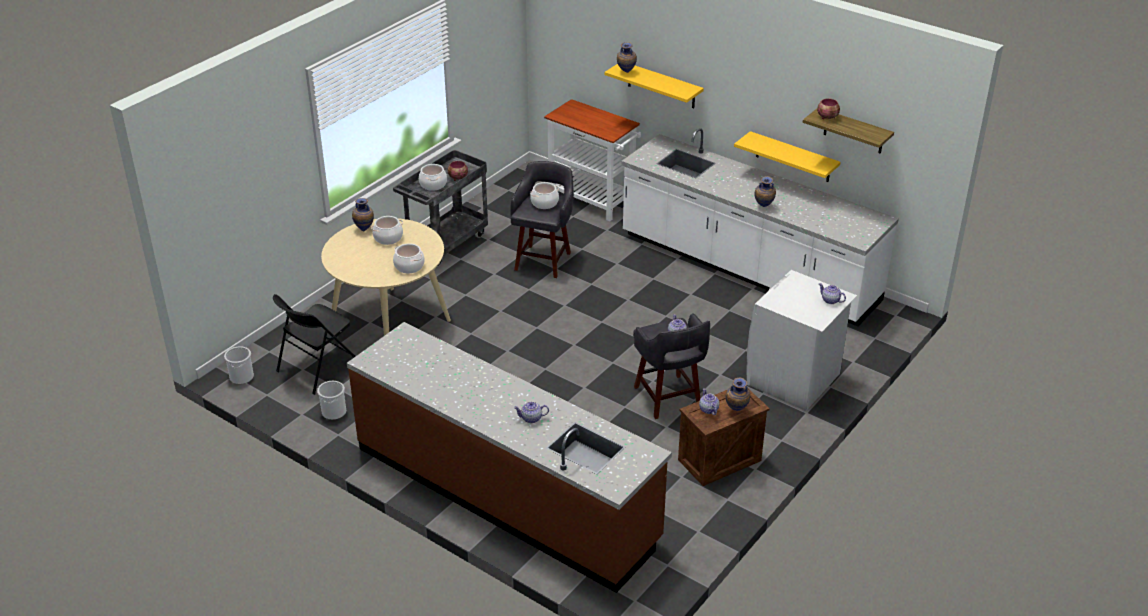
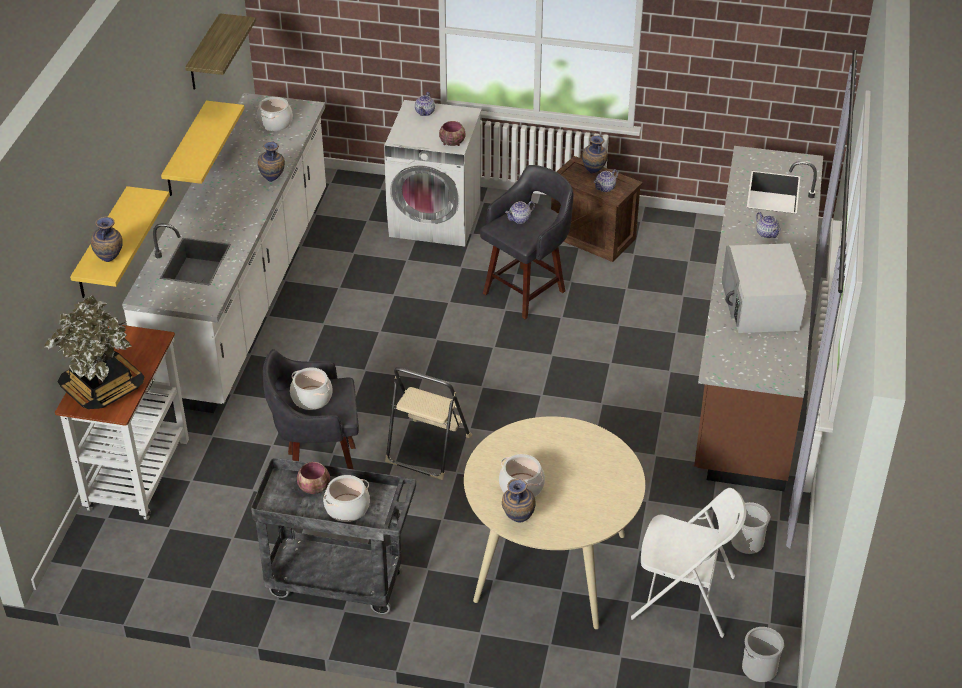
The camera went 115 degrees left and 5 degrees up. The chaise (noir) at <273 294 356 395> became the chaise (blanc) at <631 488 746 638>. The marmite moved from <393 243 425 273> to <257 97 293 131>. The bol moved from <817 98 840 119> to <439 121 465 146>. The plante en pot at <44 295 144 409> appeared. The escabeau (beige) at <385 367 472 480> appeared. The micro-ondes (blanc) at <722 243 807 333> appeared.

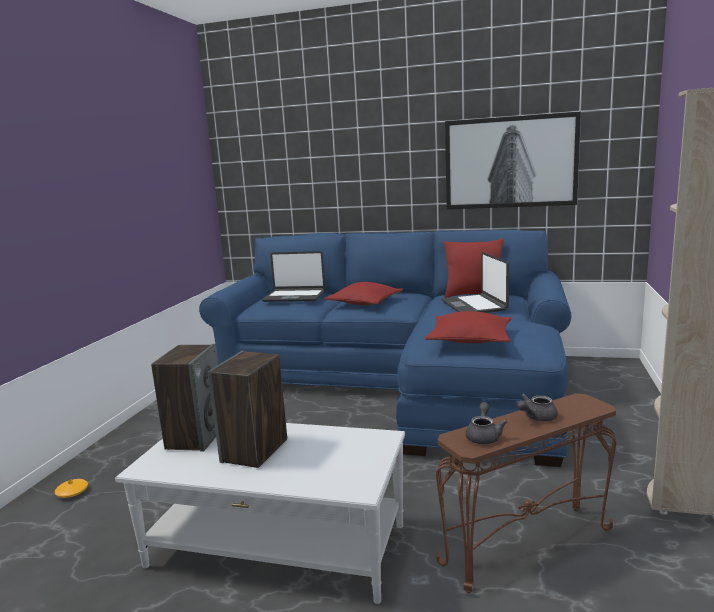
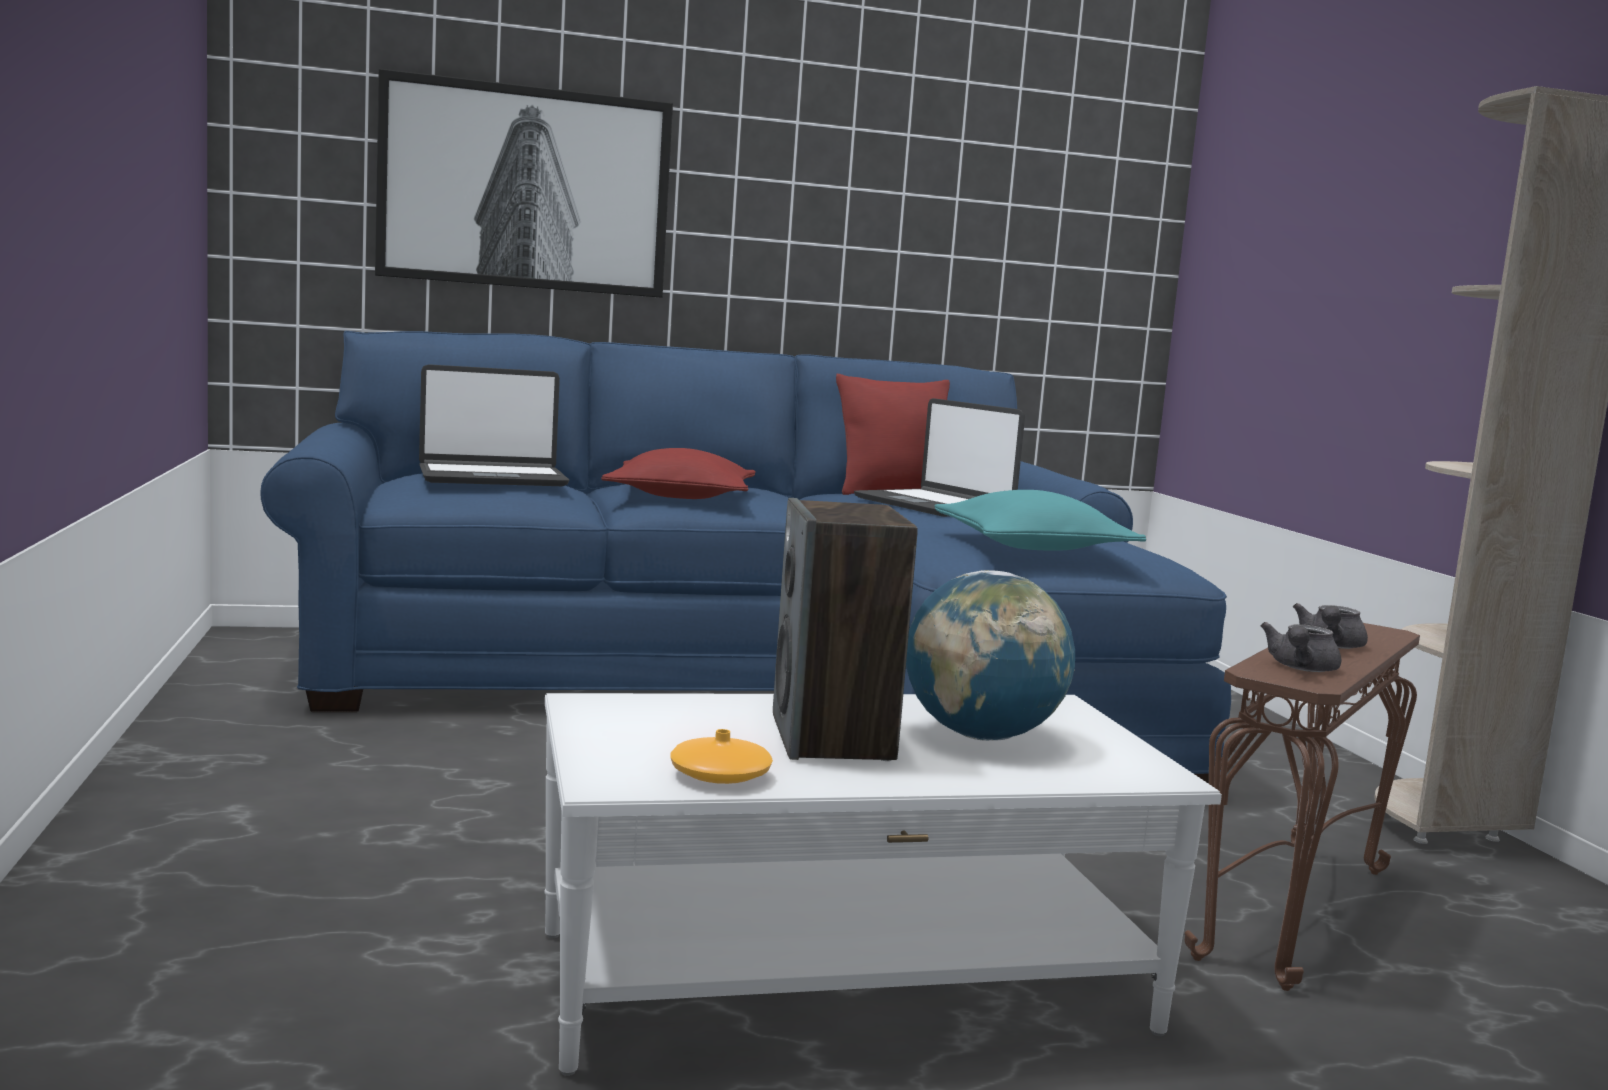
The camera went 30 degrees left and 5 degrees down. The vase (orange) moved from <55 479 88 498> to <670 729 773 784>. The enceinte at <151 344 219 452> disappeared. The coussin (rouge) at <425 311 512 343> became the coussin (turquoise) at <934 490 1146 551>. The tableau moved from <445 112 581 209> to <375 68 673 298>. The théière (gris) at <466 402 507 444> turned 135 degrees counterclockwise. The globe at <906 570 1075 741> appeared.

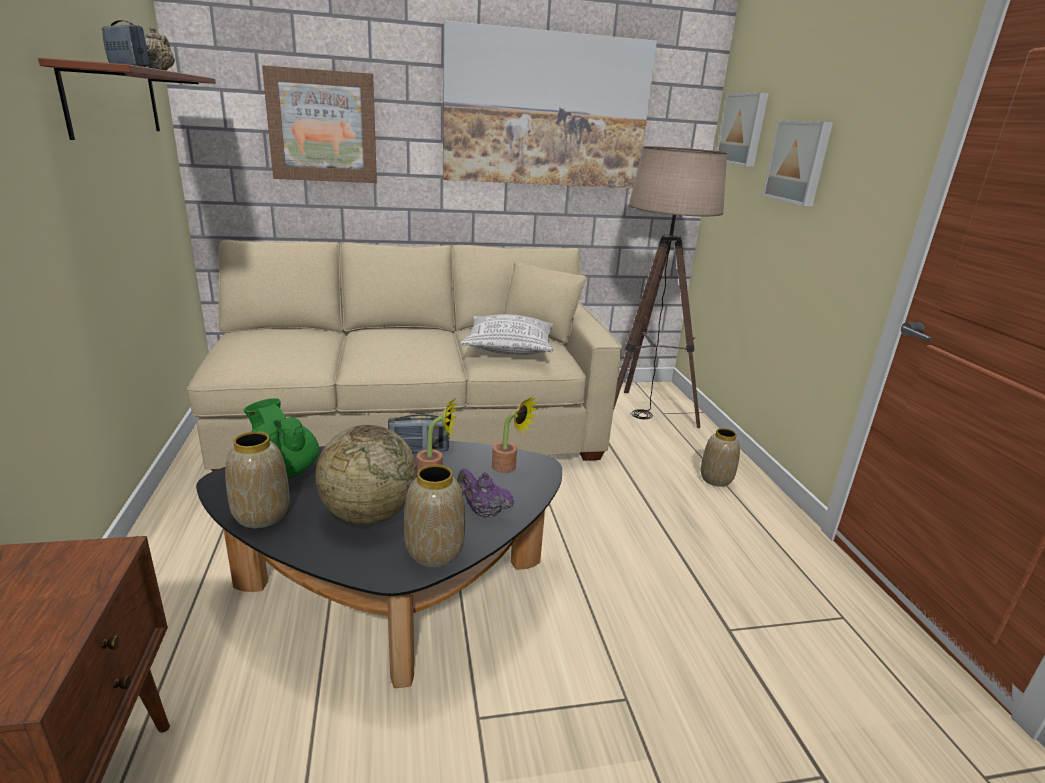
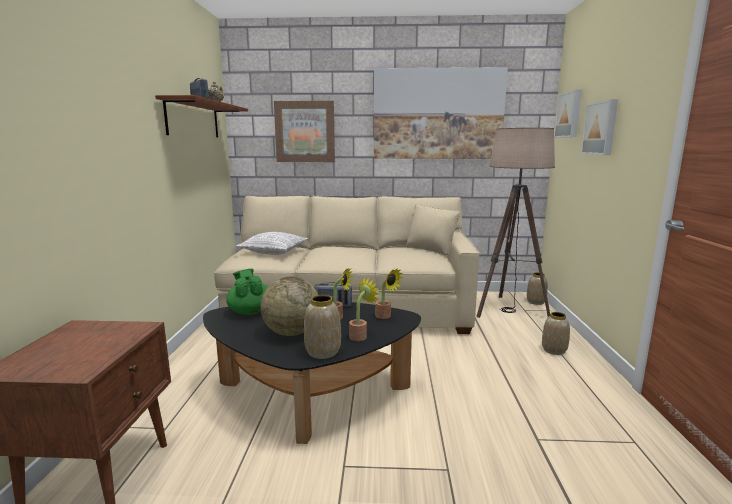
The camera went 15 degrees right and 10 degrees down. The vase moved from <225 431 290 528> to <527 272 548 305>. The théière (violet) at <457 469 514 518> was replaced by the plante en pot at <349 278 379 341>. The coussin moved from <460 314 553 355> to <235 232 309 255>.

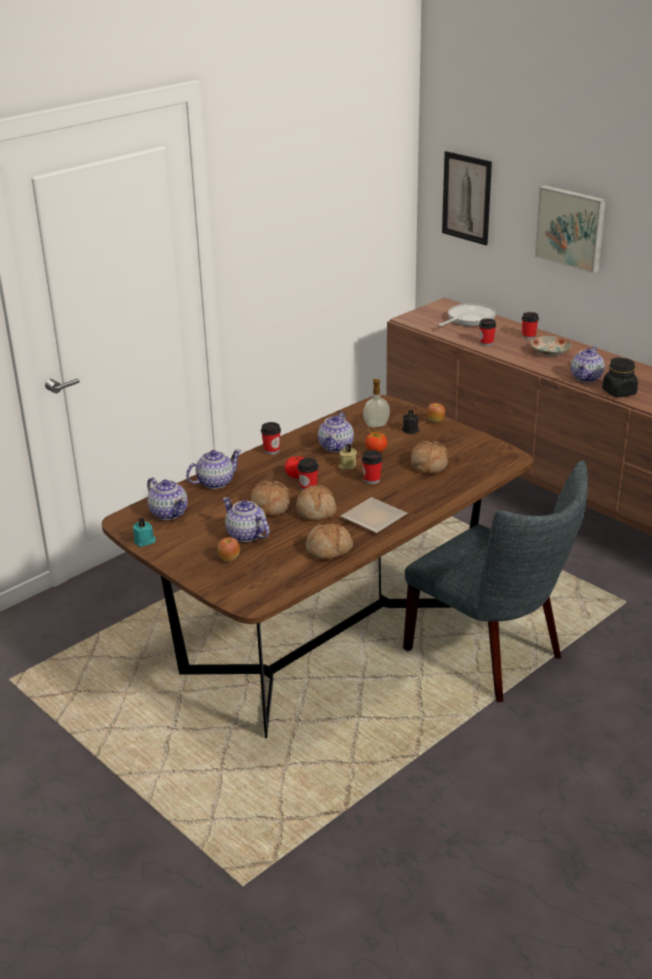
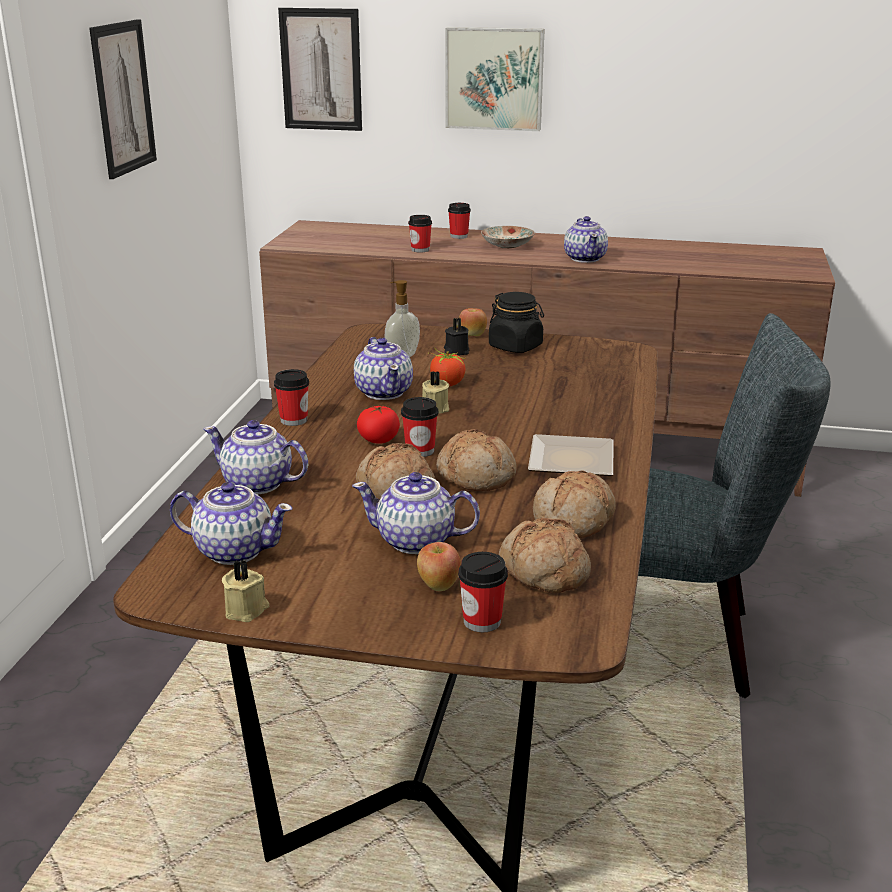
The camera went 35 degrees left and 5 degrees down. The bougie (turquoise) at <133 518 156 547> became the bougie (beige) at <222 560 269 622>. The théière at <186 449 241 489> turned 90 degrees counterclockwise. The tasse moved from <362 450 383 484> to <458 552 508 632>. The pain moved from <411 441 448 474> to <499 517 591 593>. The poêle at <438 303 496 326> disappeared. The bocal (noir) moved from <602 357 638 397> to <489 292 544 353>. The tableau at <89 19 157 179> appeared.

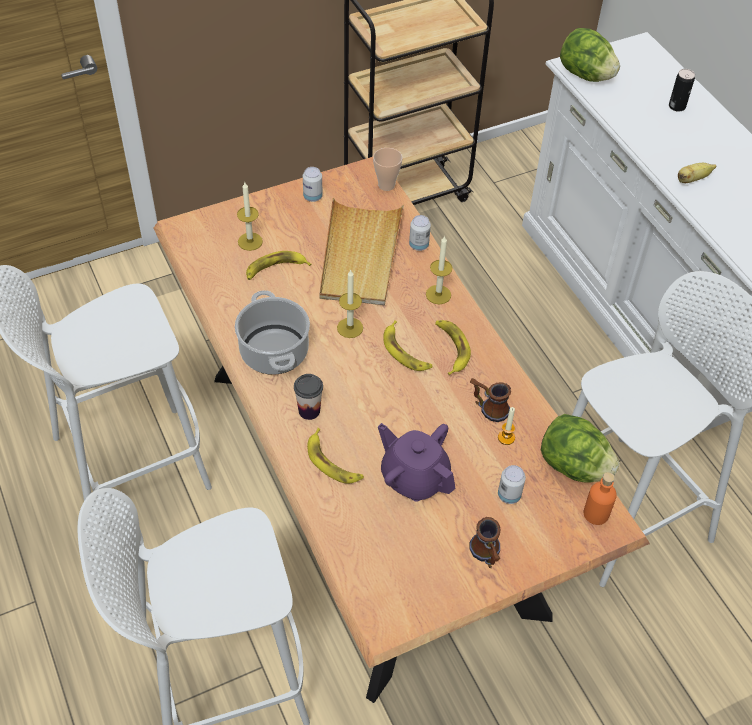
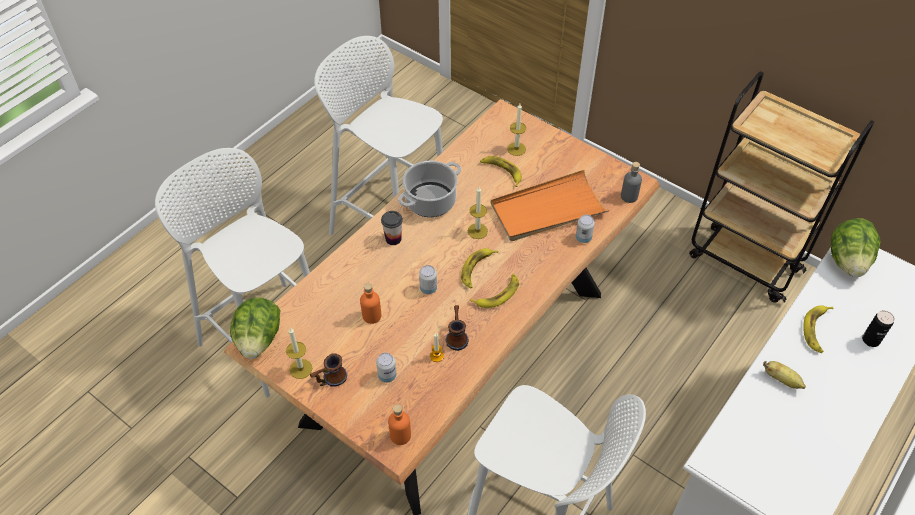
The camera went 65 degrees right and 0 degrees up. The boîte métallique moved from <303 167 323 202> to <419 265 437 294>. The banane moved from <307 428 364 483> to <803 305 834 353>. The plateau (beige) at <320 198 404 305> became the plateau (orange) at <490 170 610 241>. The tasse at <373 148 403 191> was replaced by the bouteille (gris) at <621 162 642 203>. The théière (violet) at <378 423 456 501> was replaced by the bouteille (orange) at <360 283 381 324>. The bougie moved from <426 236 452 304> to <286 328 312 379>. The laitue moved from <541 414 620 483> to <230 297 281 359>.

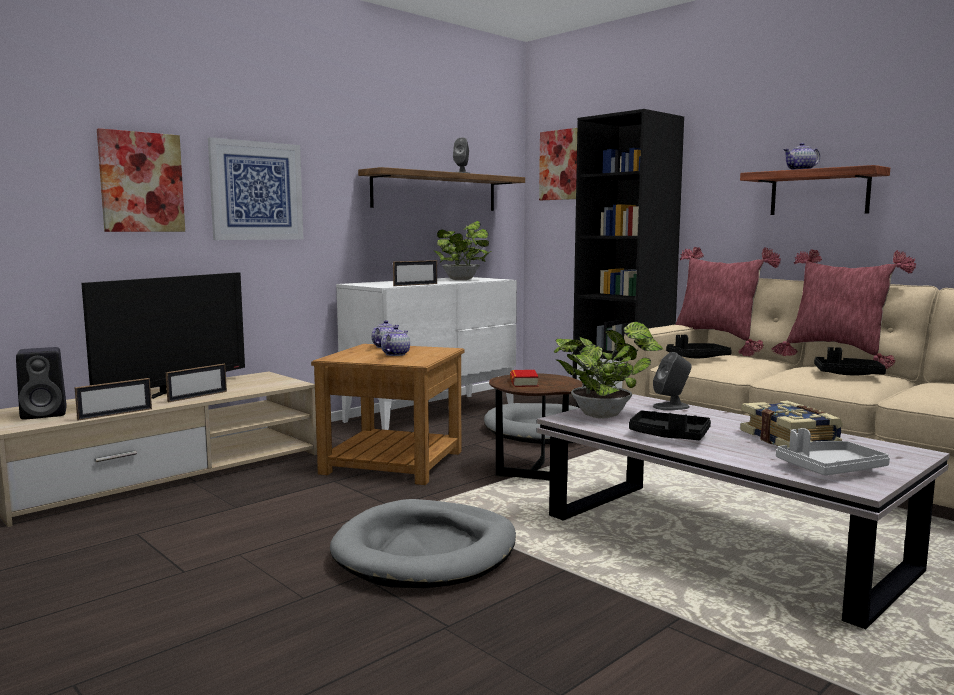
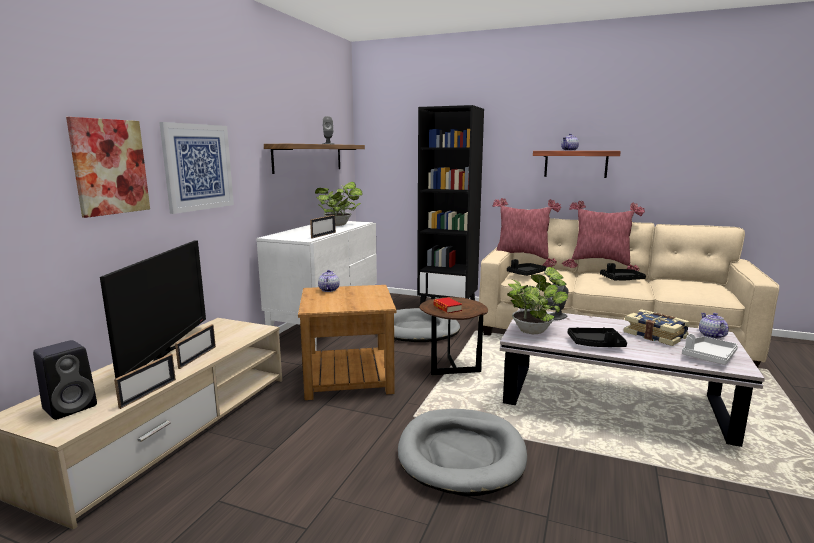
The camera went 25 degrees left and 5 degrees up. The théière moved from <381 326 410 356> to <699 313 729 339>. The tableau at <539 128 577 200> disappeared.

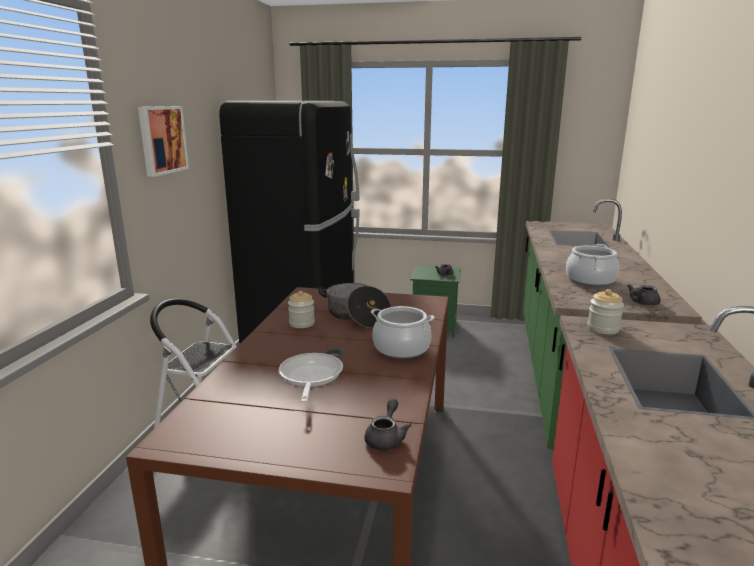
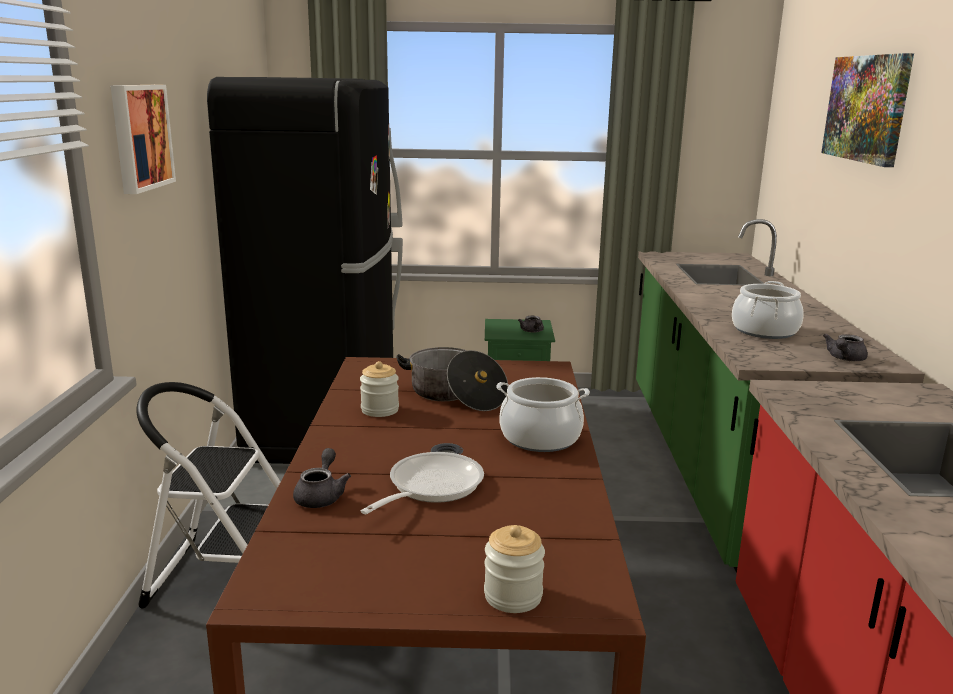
The camera went 10 degrees left and 0 degrees up. The poêle at <279 353 343 403> turned 45 degrees clockwise. The théière (gris) moved from <364 398 412 451> to <293 448 351 508>. The bocal moved from <587 289 624 334> to <484 525 545 613>. The tableau at <821 53 914 167> appeared.

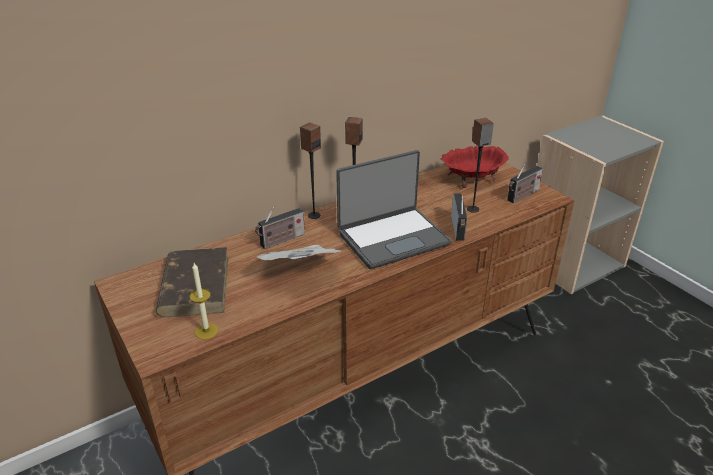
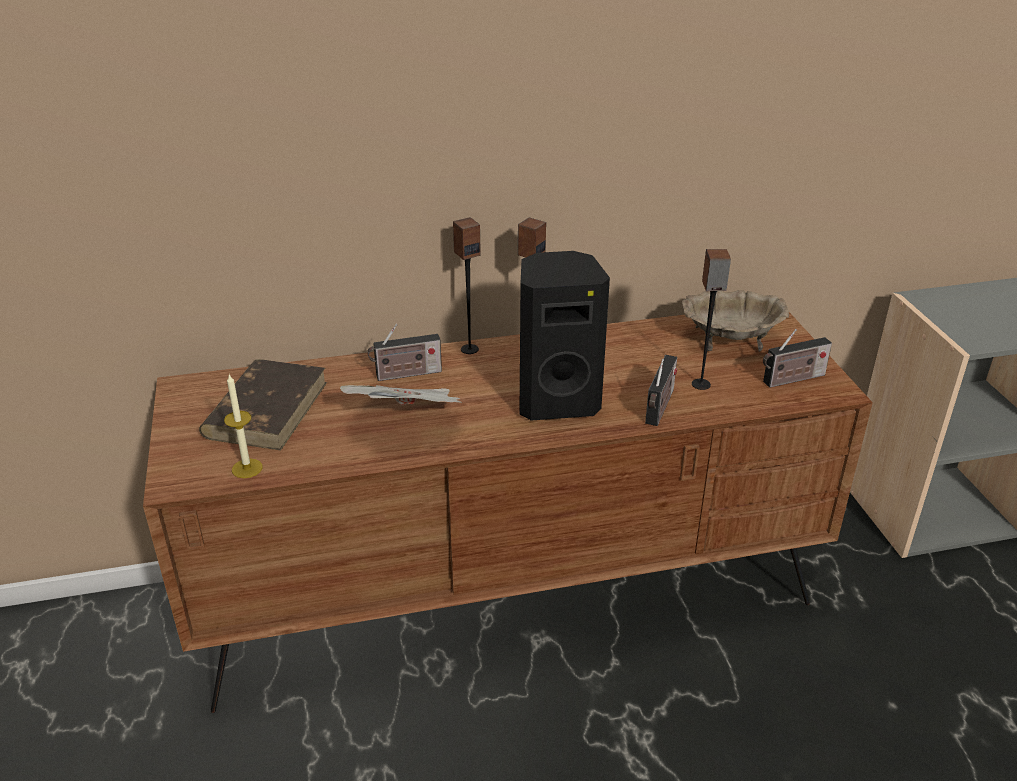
The camera went 20 degrees right and 0 degrees up. The ordinateur portable at <336 150 451 269> was replaced by the enceinte (noir) at <519 251 610 421>. The bol (rouge) at <441 146 509 188> became the bol (beige) at <682 290 789 352>.

